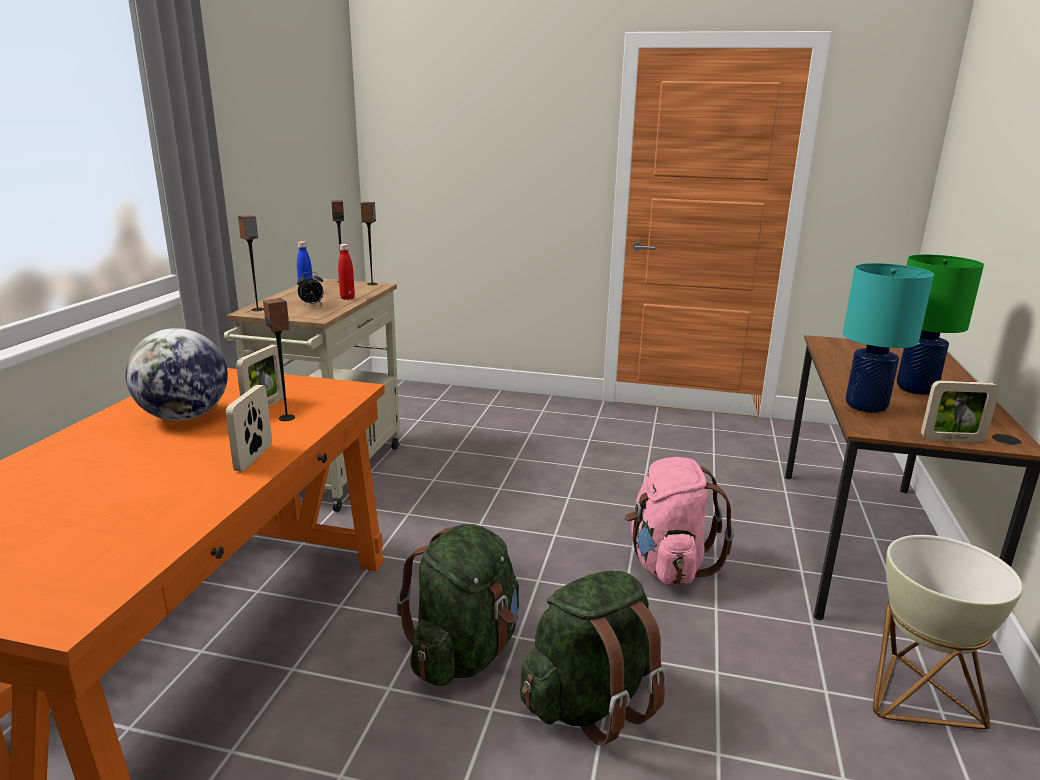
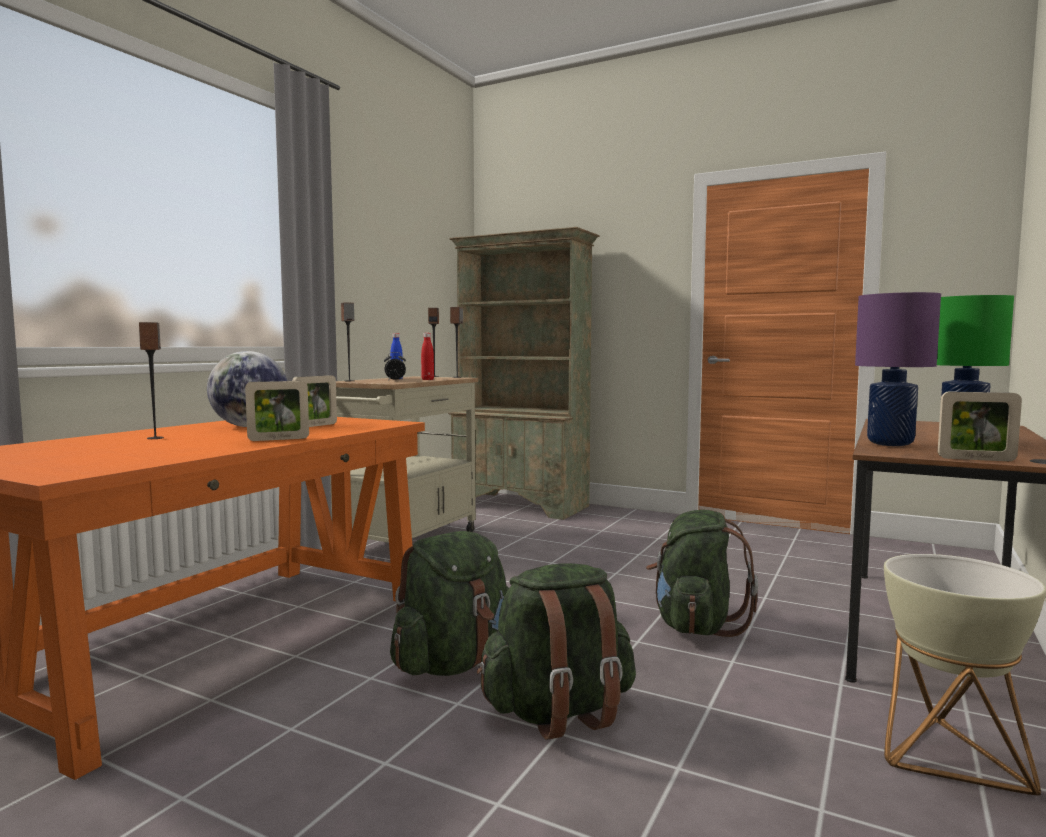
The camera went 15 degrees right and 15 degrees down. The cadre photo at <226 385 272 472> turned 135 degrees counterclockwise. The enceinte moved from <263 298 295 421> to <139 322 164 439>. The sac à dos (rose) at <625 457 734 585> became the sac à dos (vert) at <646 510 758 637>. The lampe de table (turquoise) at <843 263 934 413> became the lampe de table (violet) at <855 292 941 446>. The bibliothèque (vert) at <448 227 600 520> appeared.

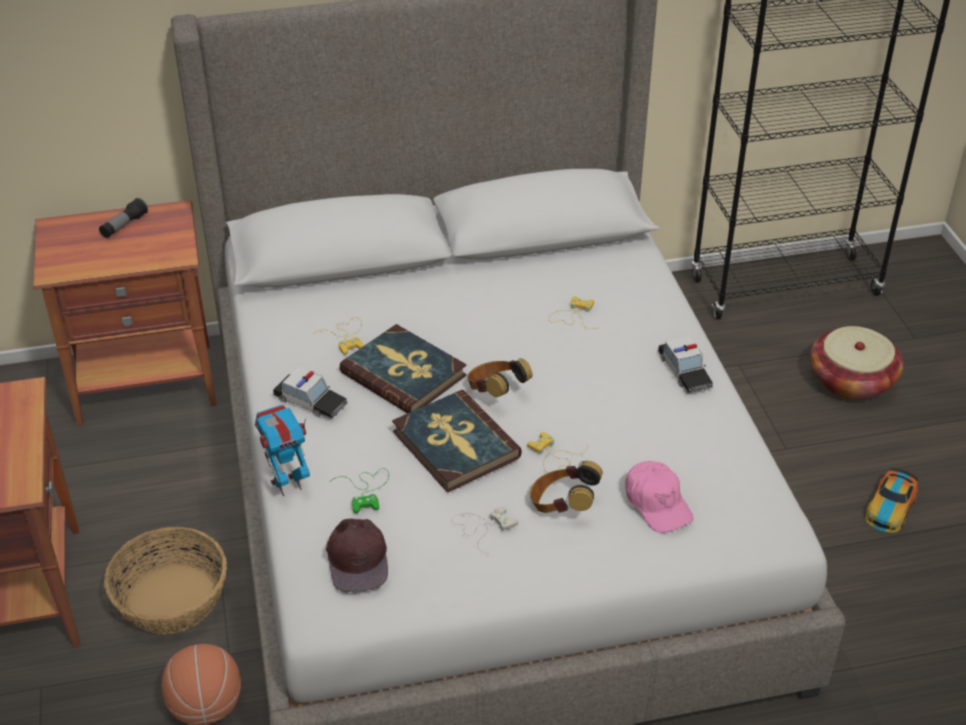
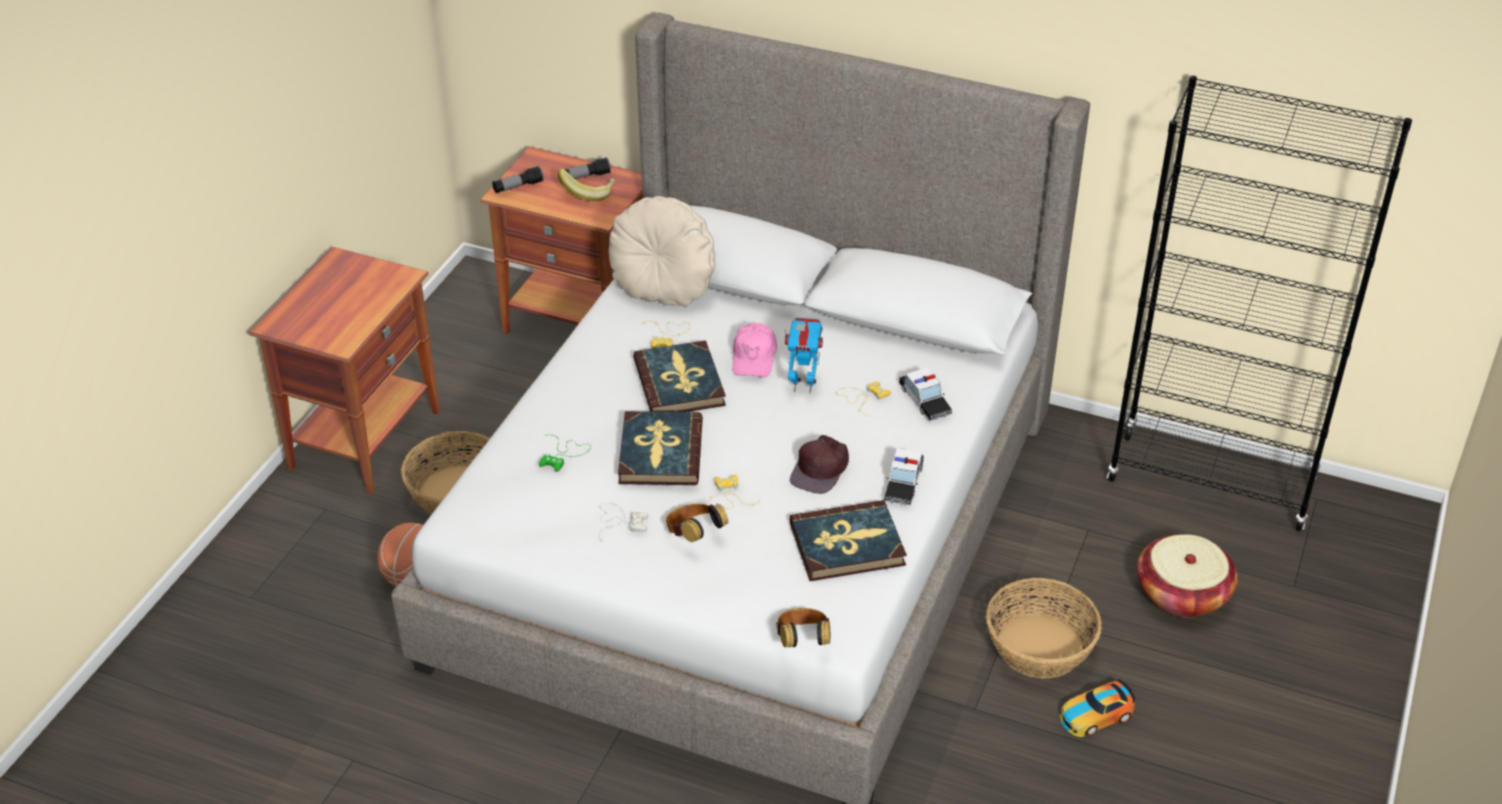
The camera went 35 degrees right and 0 degrees up. The robot jouet moved from <255 404 310 496> to <785 317 823 393>. The petite voiture moved from <273 367 348 420> to <899 367 952 421>. The casquette (marron) moved from <326 519 388 592> to <790 435 849 494>. The casque audio moved from <467 358 533 398> to <776 608 830 647>. The casquette (rose) moved from <625 461 694 533> to <732 323 777 377>. The lampe de poche at <492 166 544 193> appeared. The banane at <558 169 615 201> appeared. The coussin (beige) at <609 196 715 307> appeared. The livre at <790 500 907 581> appeared. The panier at <986 578 1102 678> appeared.

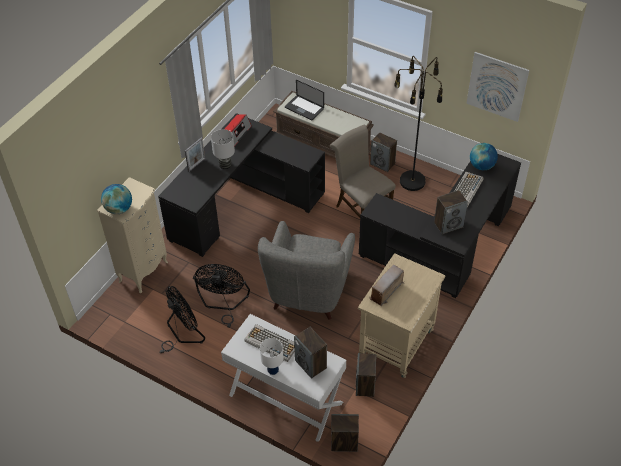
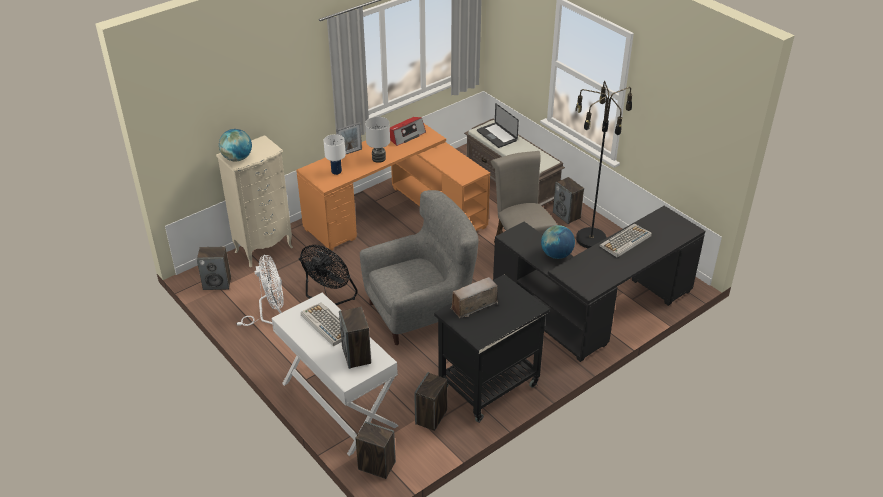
The camera went 20 degrees right and 10 degrees down. The bureau (noir) at <158 113 325 257> became the bureau (orange) at <296 124 490 251>. The ventilateur (noir) at <160 286 205 353> became the ventilateur (blanc) at <237 255 284 326>. The fauteuil (gris) at <258 221 355 320> turned 150 degrees counterclockwise. The lampe de table (blanc) moved from <260 338 283 375> to <323 134 346 175>. The chariot (beige) at <358 253 446 378> became the chariot (noir) at <434 274 550 423>. The enceinte moved from <434 190 468 234> to <197 247 231 290>. The tableau at <466 52 529 122> disappeared. The globe moved from <470 143 498 170> to <541 225 575 259>.

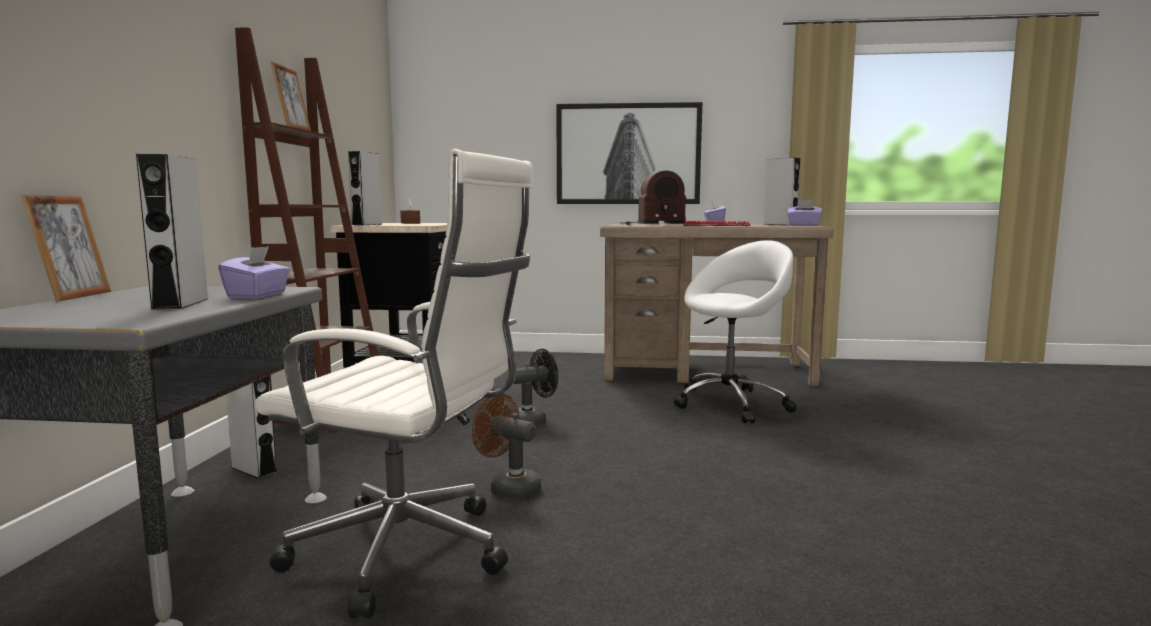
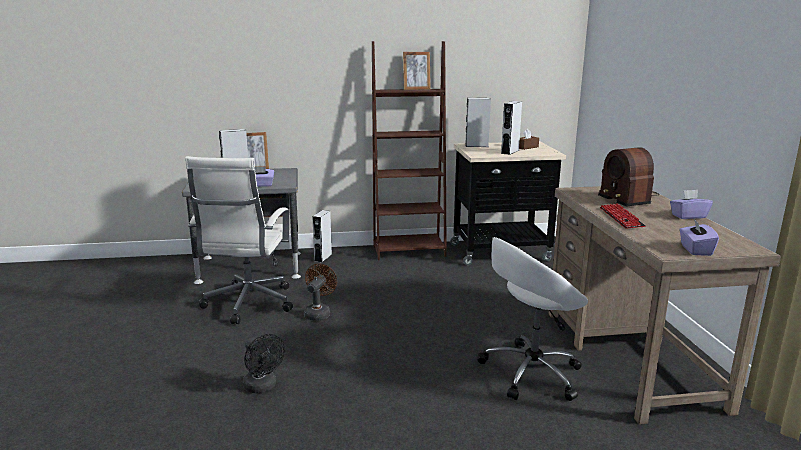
The camera went 75 degrees right and 10 degrees up. The ventilateur (noir) moved from <511 349 558 426> to <243 334 285 393>. The tableau at <556 102 702 204> disappeared. The chaise de bureau (blanc) at <674 240 797 423> turned 105 degrees clockwise. The enceinte (gris) moved from <764 158 800 225> to <501 101 522 155>.

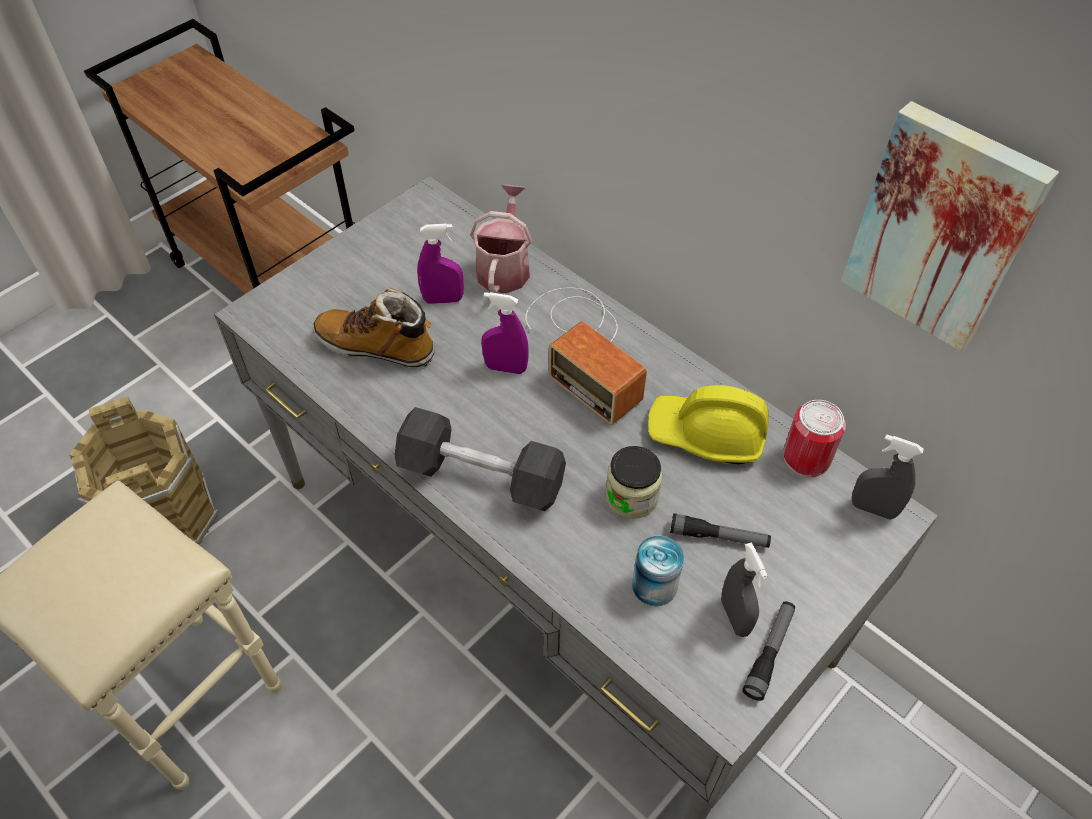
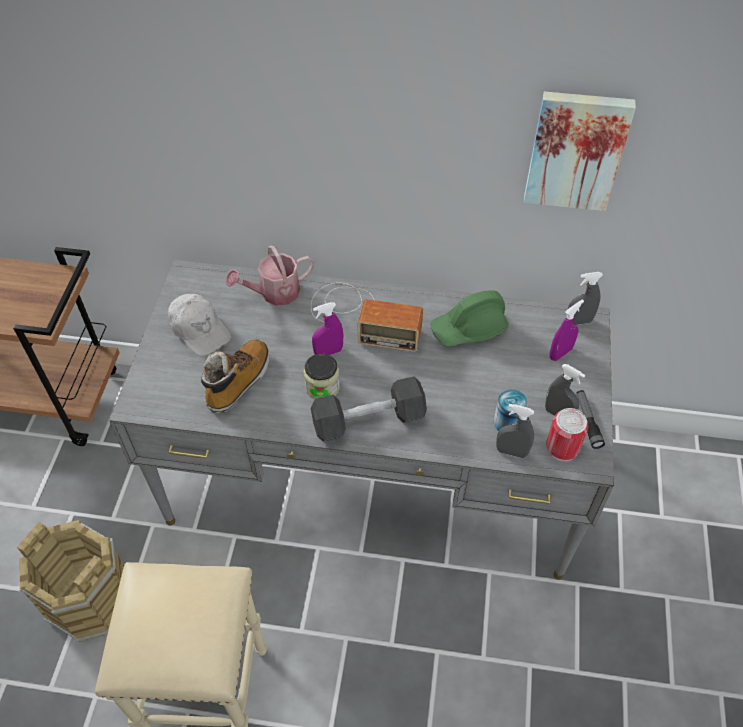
The camera went 35 degrees left and 0 degrees up. The botte at <312 287 435 369> turned 135 degrees clockwise. The vaporisateur (violet) moved from <417 224 464 304> to <549 300 584 361>. The arrosoir at <470 184 532 293> turned 90 degrees counterclockwise. The bocal moved from <605 446 662 519> to <304 354 340 400>. The casque de chantier (jaune) at <648 385 769 465> became the casque de chantier (vert) at <430 290 508 347>. The lampe de poche at <670 513 771 548> disappeared. The boîte métallique moved from <783 400 846 477> to <546 408 589 461>. The casquette (blanc) at <168 294 231 356> appeared. The vaporisateur (gris) at <496 404 534 458> appeared.

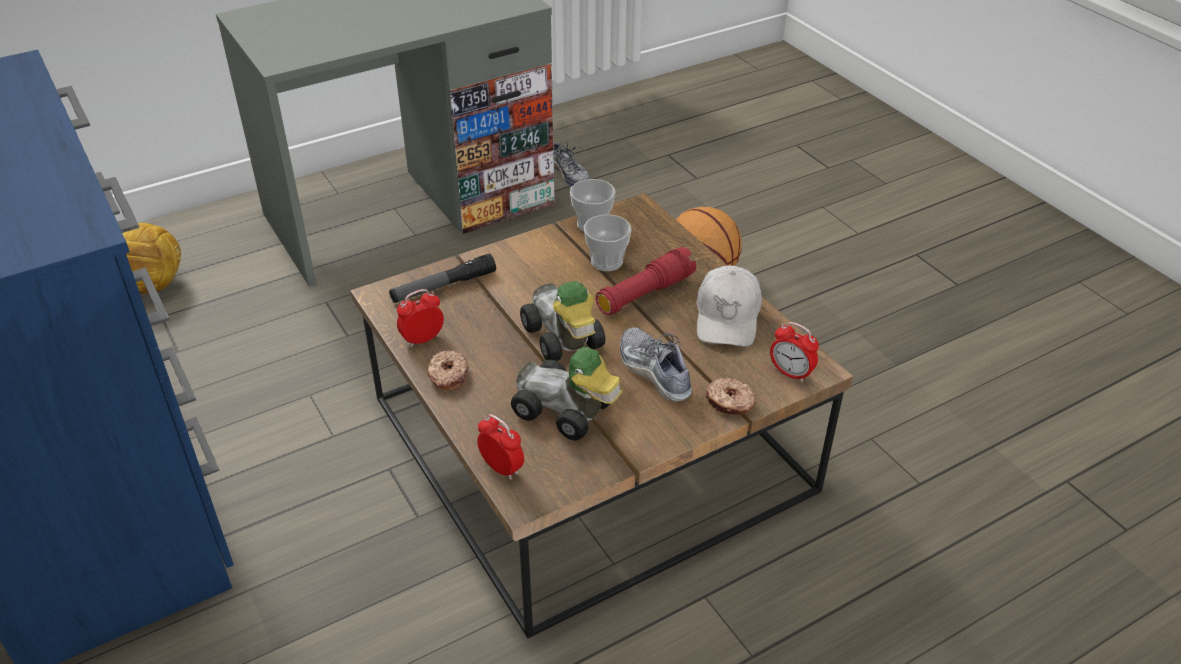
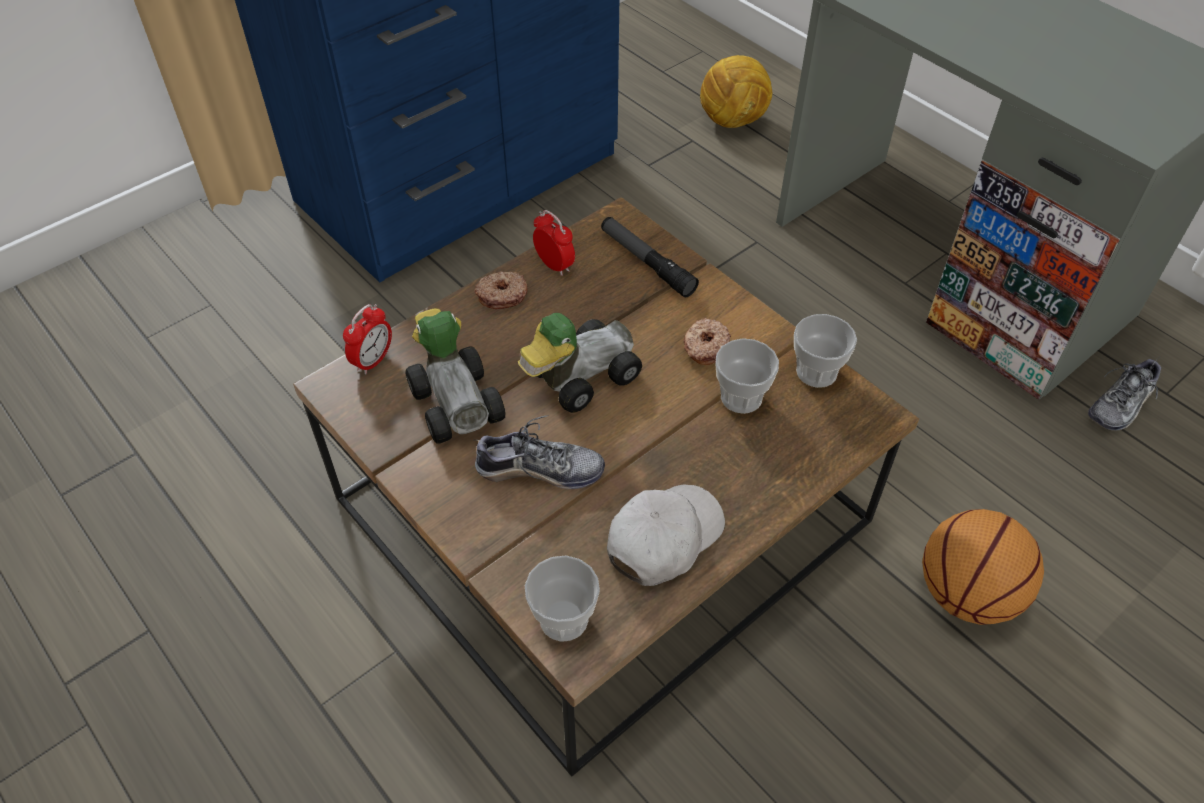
The camera went 80 degrees right and 10 degrees up. The petite voiture at <511 347 622 441> turned 135 degrees clockwise. The lampe de poche (rouge) at <596 247 696 315> disappeared. The chaussure at <620 327 692 402> turned 45 degrees clockwise. The casquette (blanc) at <696 265 762 347> turned 135 degrees clockwise. The beignet moved from <706 377 756 415> to <684 318 731 365>. The réveil at <770 322 819 382> was replaced by the tasse at <525 556 600 642>.

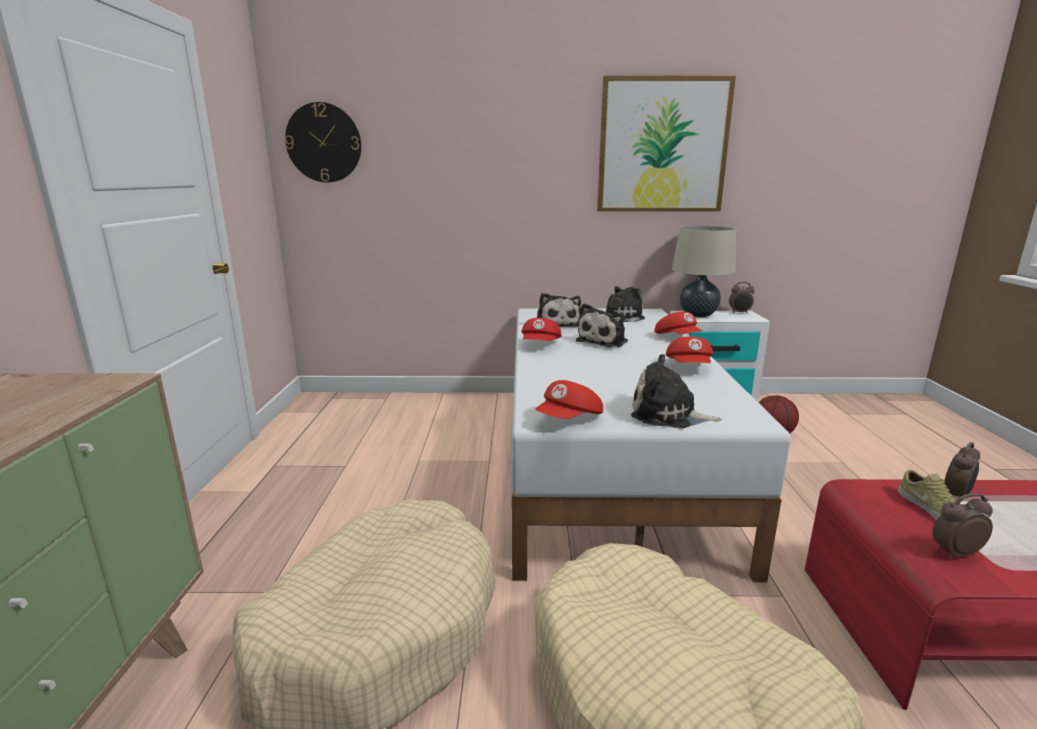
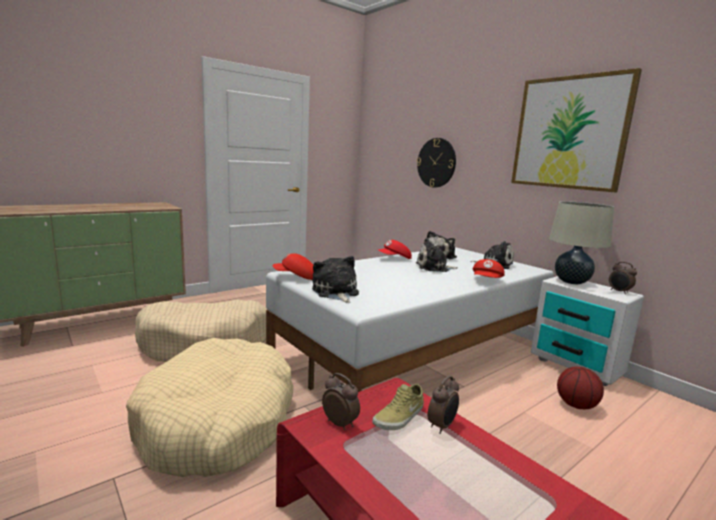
The camera went 50 degrees right and 5 degrees down. The horloge murale moved from <285 102 361 182> to <417 138 456 188>. The casquette (rouge) at <666 337 713 363> disappeared. The réveil at <945 442 980 497> turned 60 degrees counterclockwise.

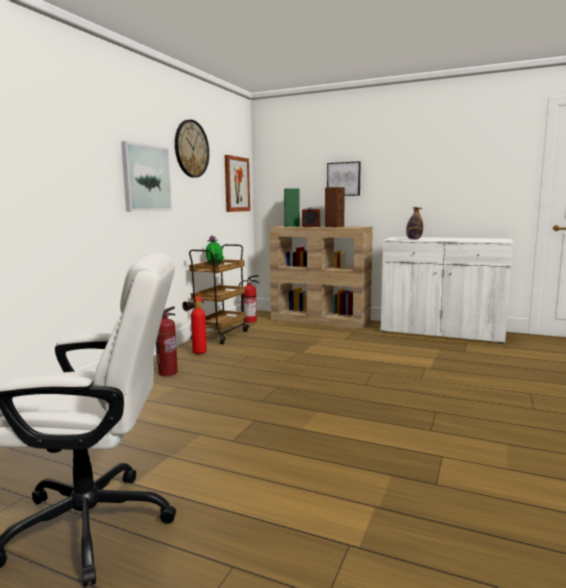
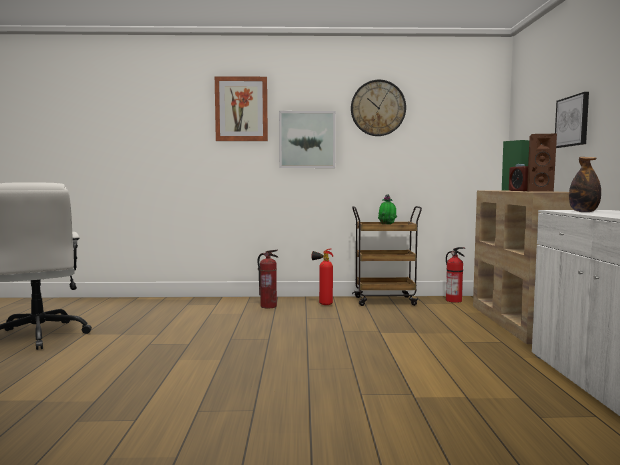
The camera went 65 degrees right and 5 degrees down. The tableau moved from <225 155 250 212> to <215 76 268 141>.

